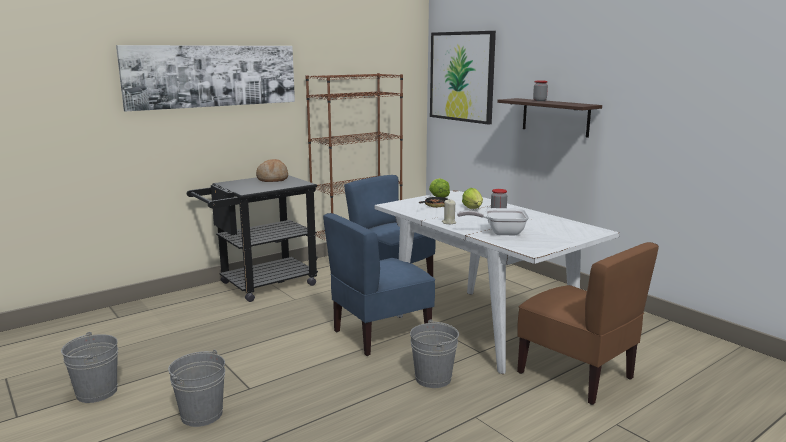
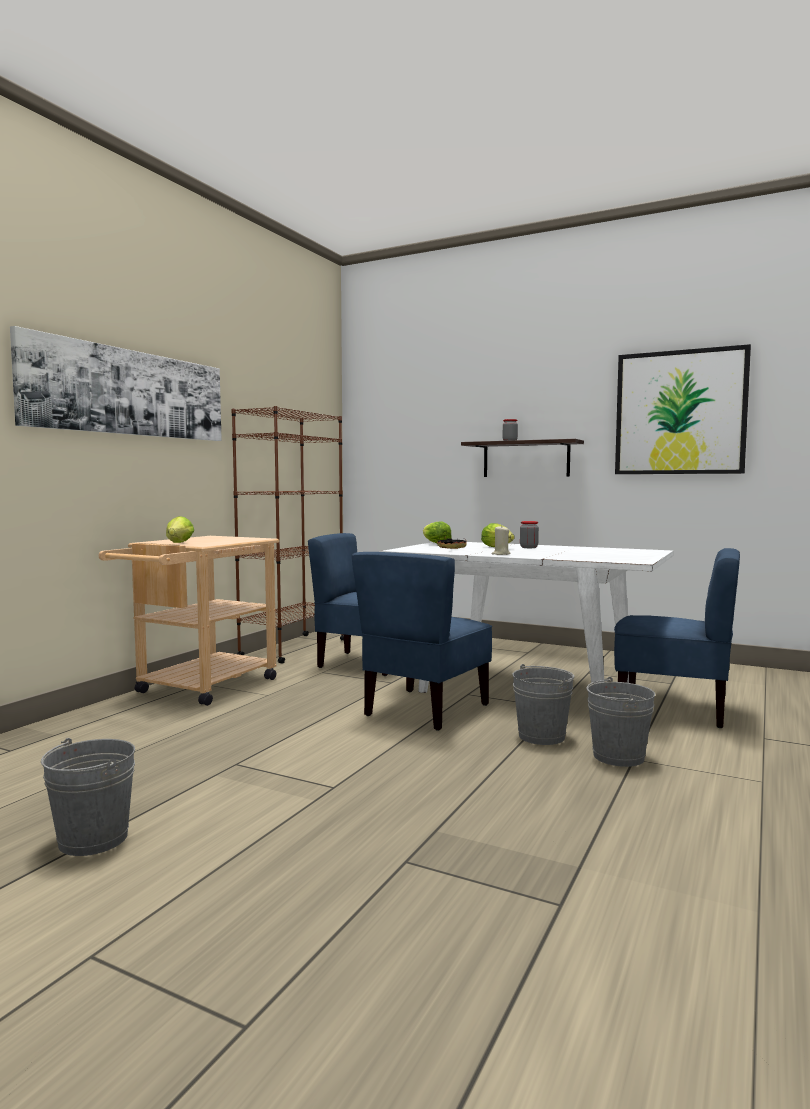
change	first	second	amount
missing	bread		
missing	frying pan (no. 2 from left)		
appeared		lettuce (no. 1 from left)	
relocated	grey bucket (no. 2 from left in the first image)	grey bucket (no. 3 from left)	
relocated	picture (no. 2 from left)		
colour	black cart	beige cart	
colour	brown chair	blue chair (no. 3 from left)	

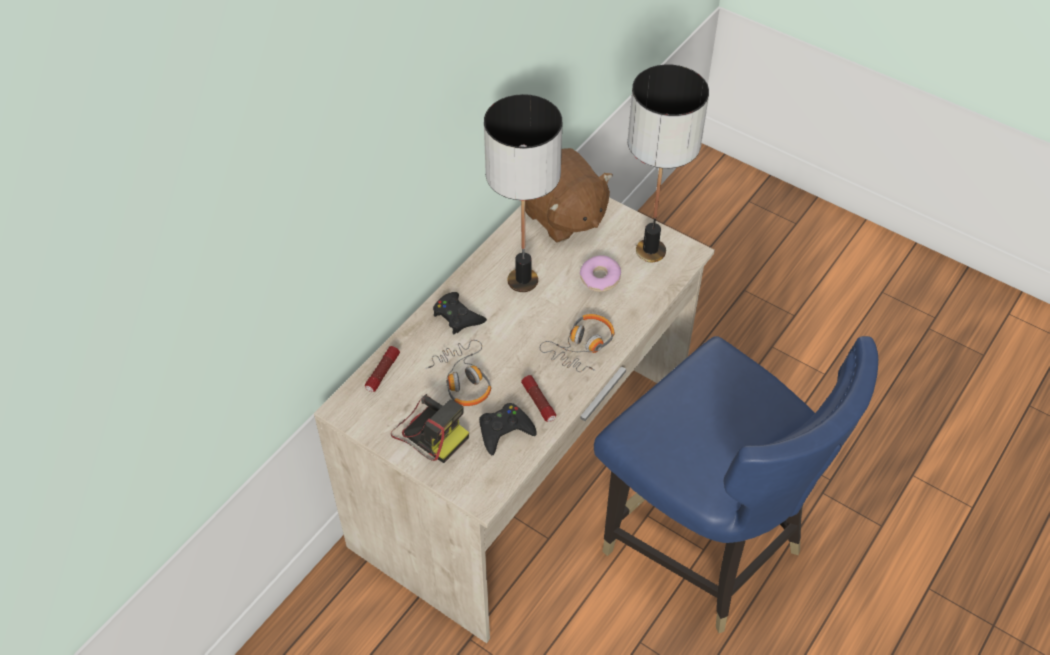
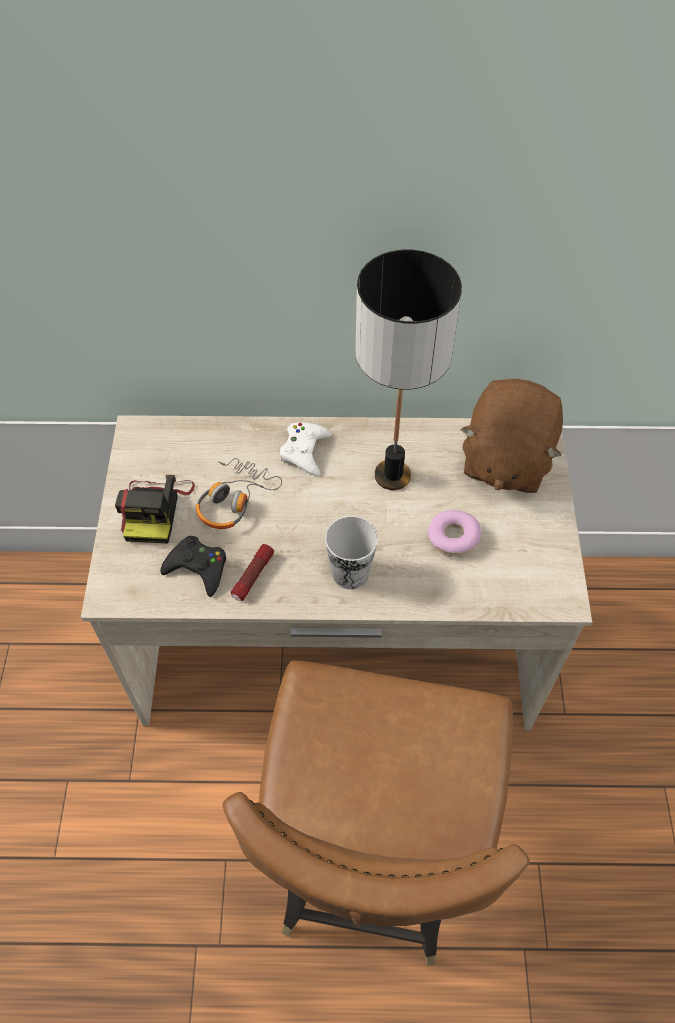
change	first	second	amount
missing	flashlight (no. 1 from left)		
missing	table lamp (no. 2 from left)		
exchanged	headphones (no. 2 from left)	cup	
colour	black game controller (no. 1 from left)	white game controller	
colour	blue chair	brown chair	

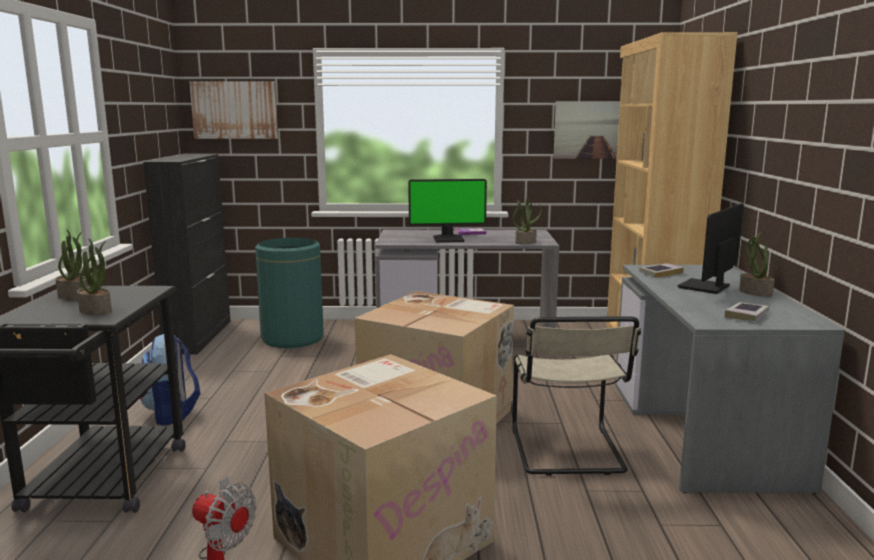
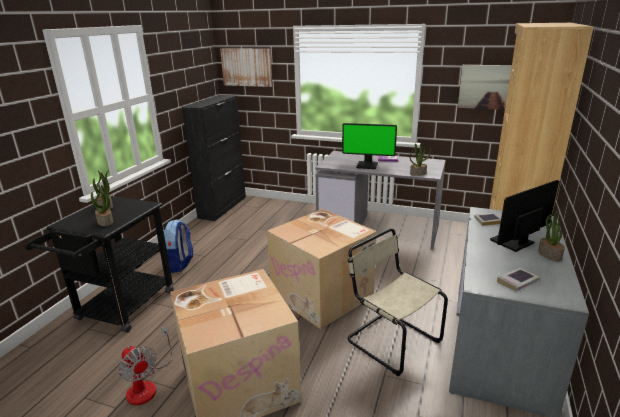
change	first	second	amount
missing	green trash can		
spun	beige chair		120 degrees clockwise

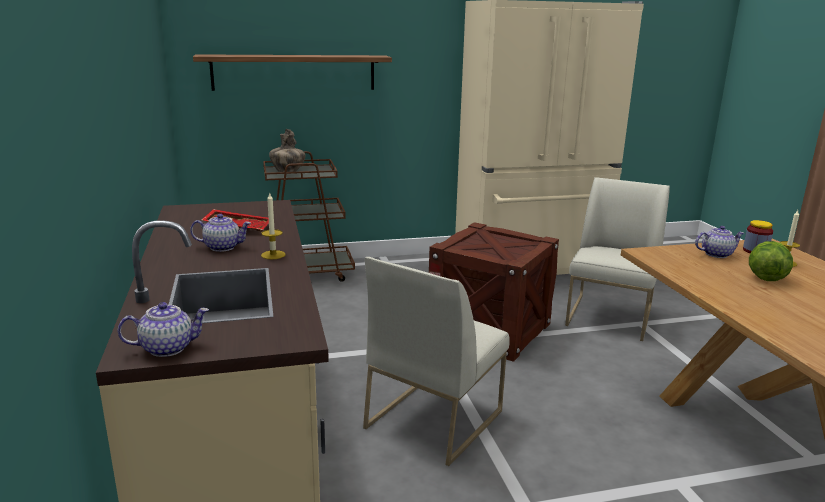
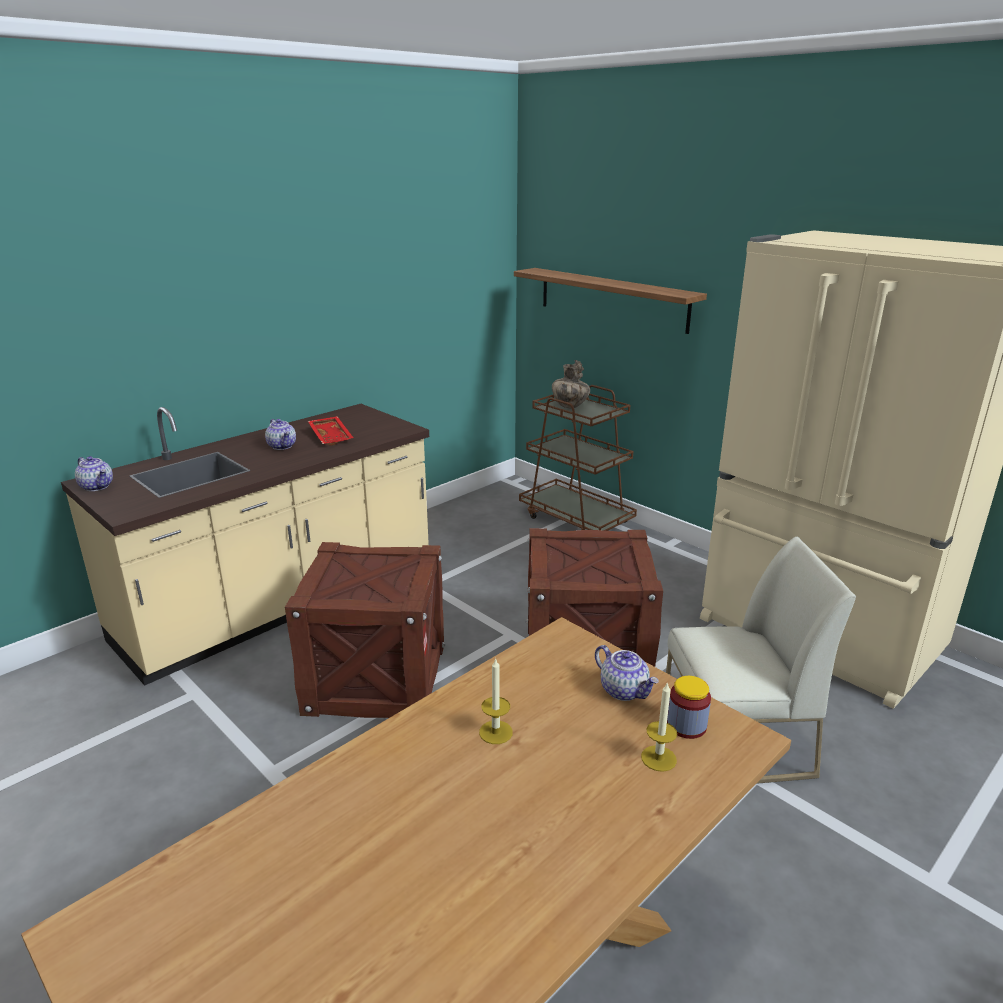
change	first	second	amount
missing	lettuce		
relocated	candle (no. 1 from left)		
exchanged	white chair (no. 1 from left)	crate (no. 1 from left)	

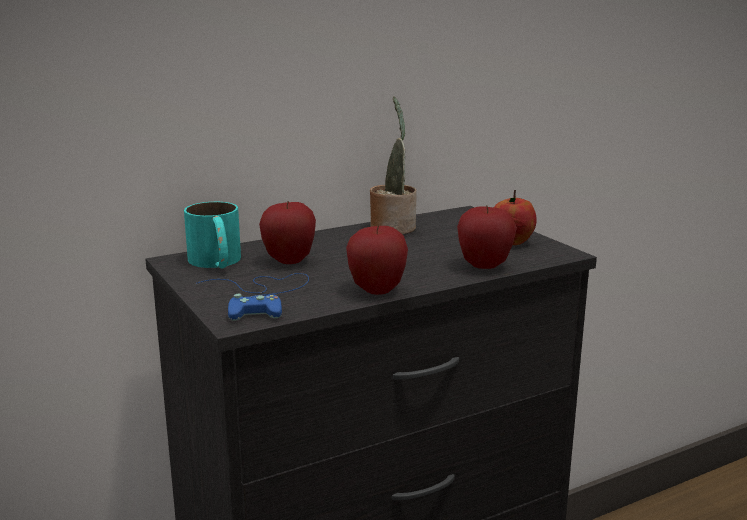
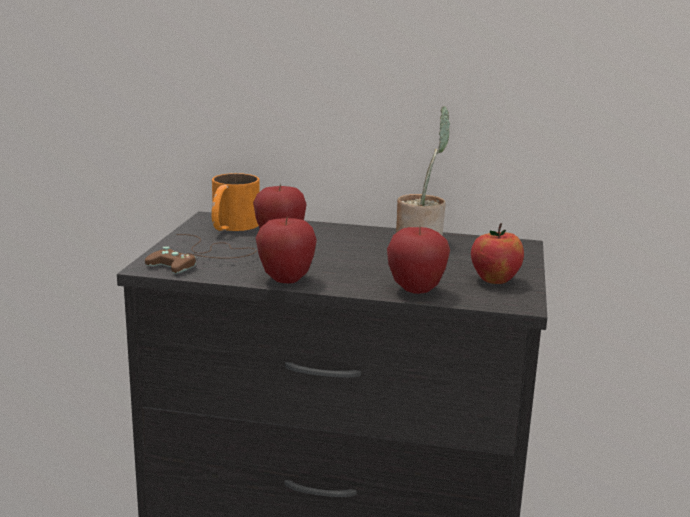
change	first	second	amount
colour	turquoise mug	orange mug	
colour	blue game controller	brown game controller	

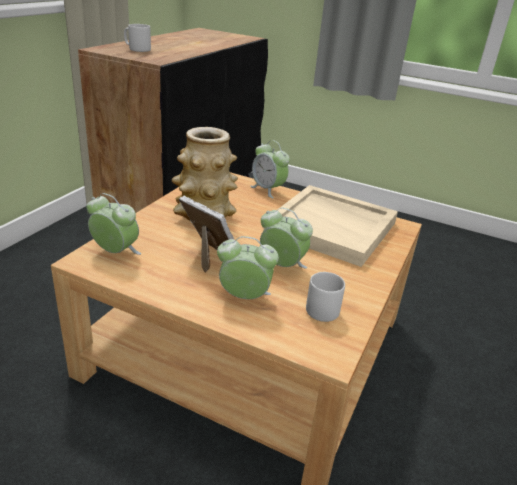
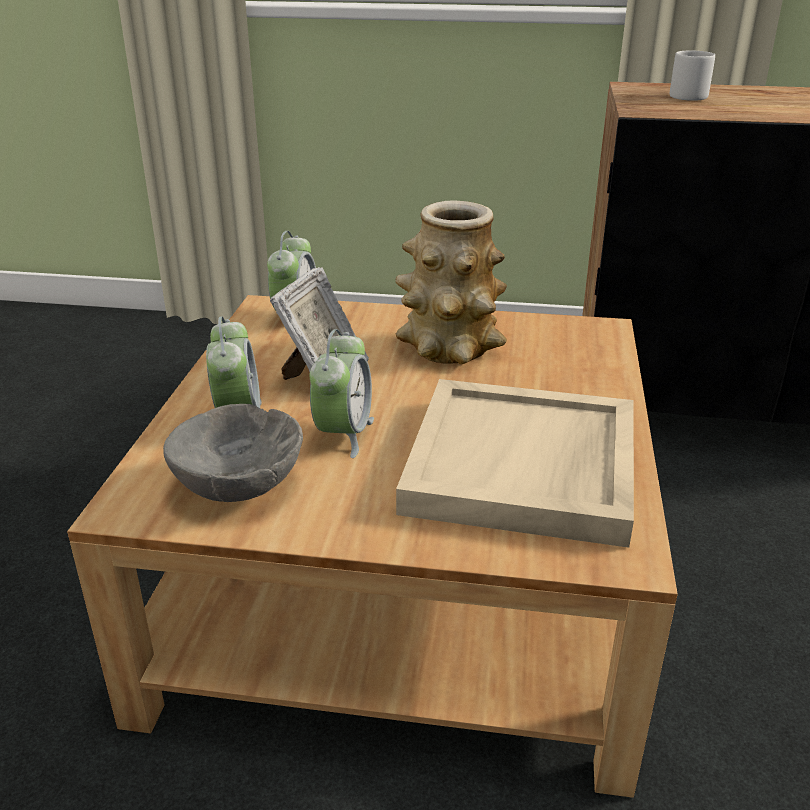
change	first	second	amount
missing	alarm clock (no. 3 from left)		
exchanged	grey mug (no. 2 from left)	grey bowl	

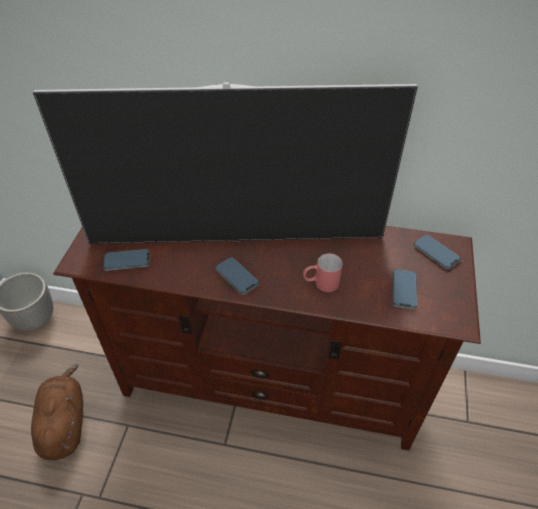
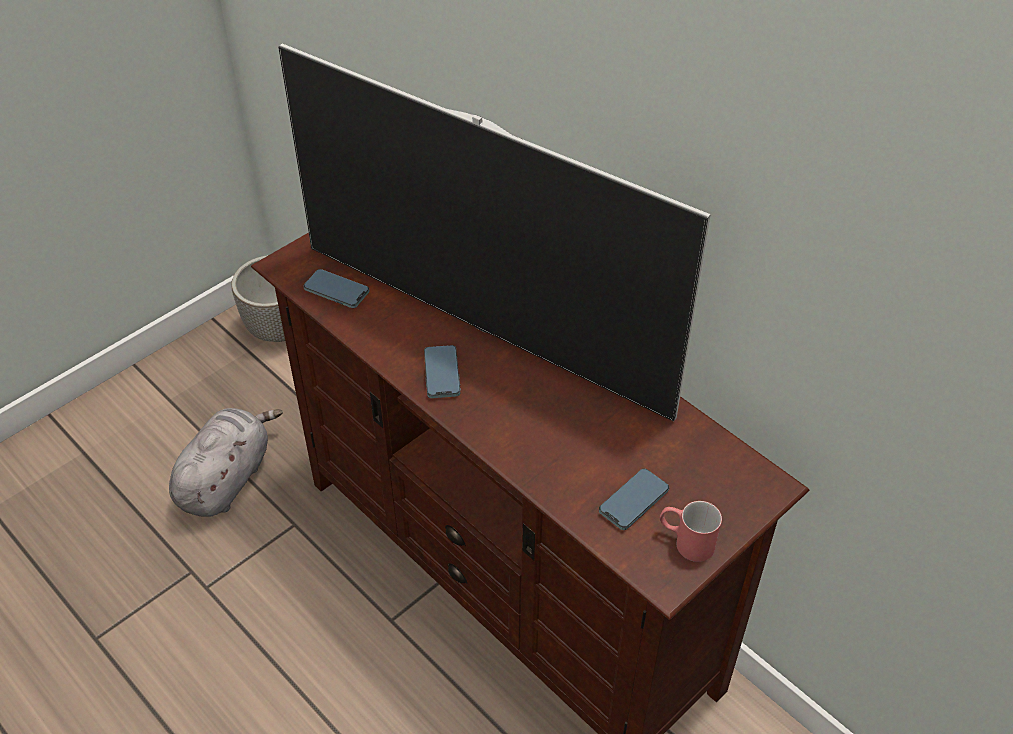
change	first	second	amount
missing	phone (no. 4 from left)		
relocated	red mug		
colour	brown plush toy	grey plush toy	

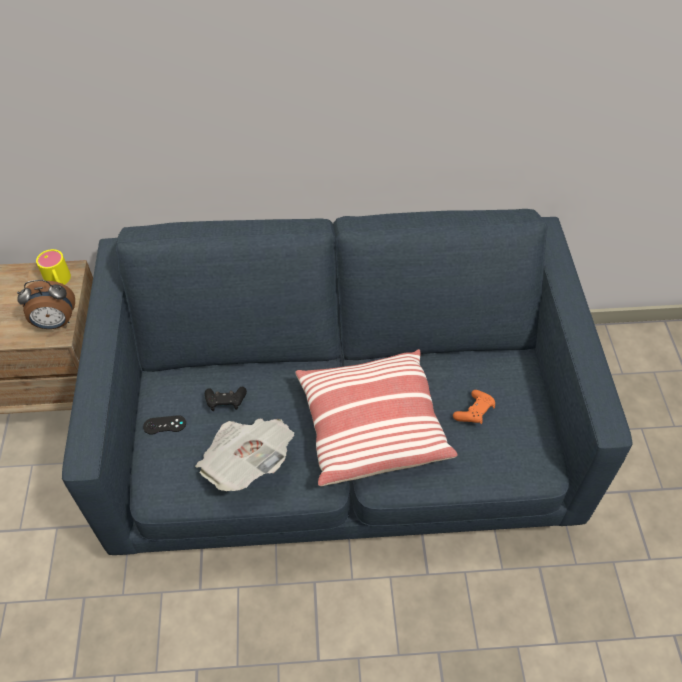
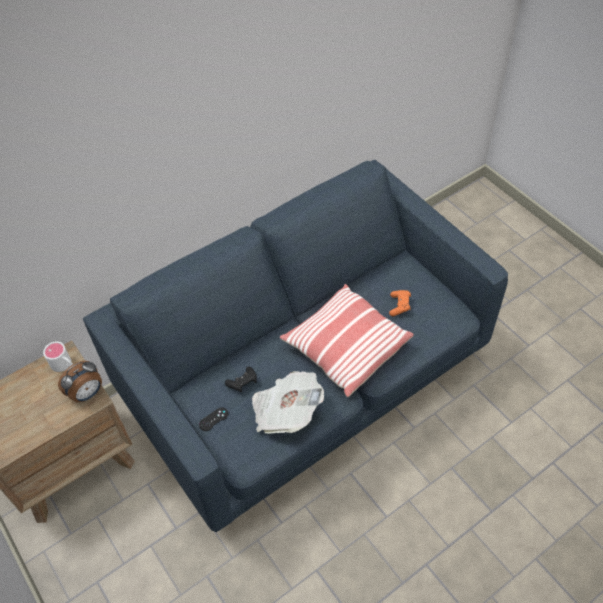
change	first	second	amount
colour	yellow mug	white mug	

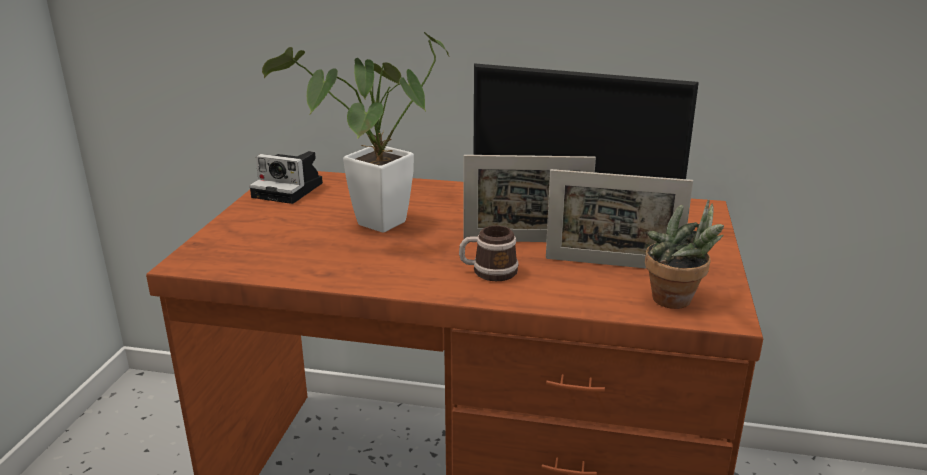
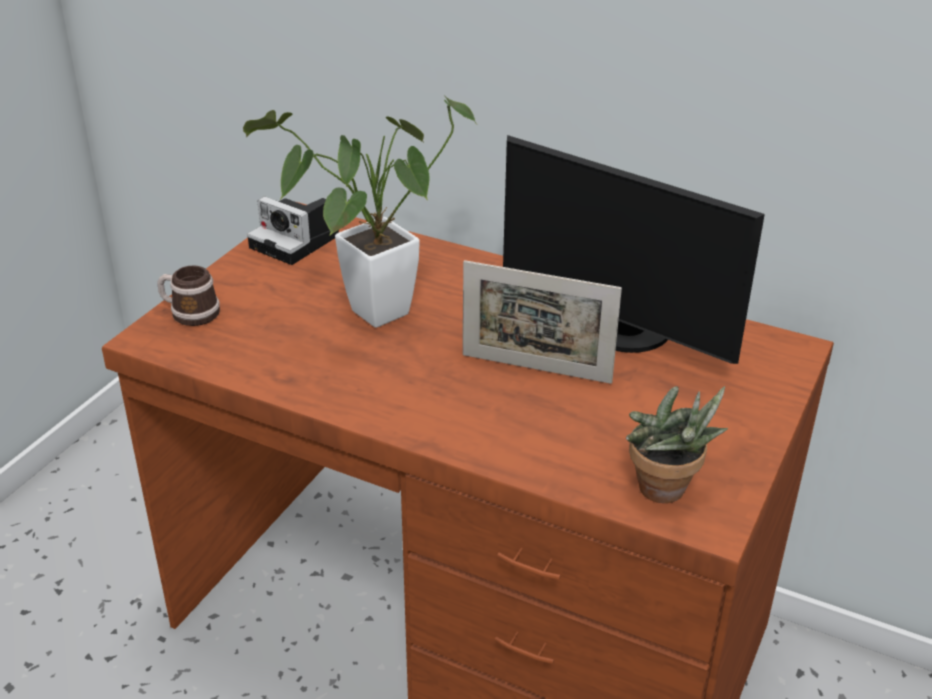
change	first	second	amount
missing	picture frame (no. 2 from left)		
relocated	mug		

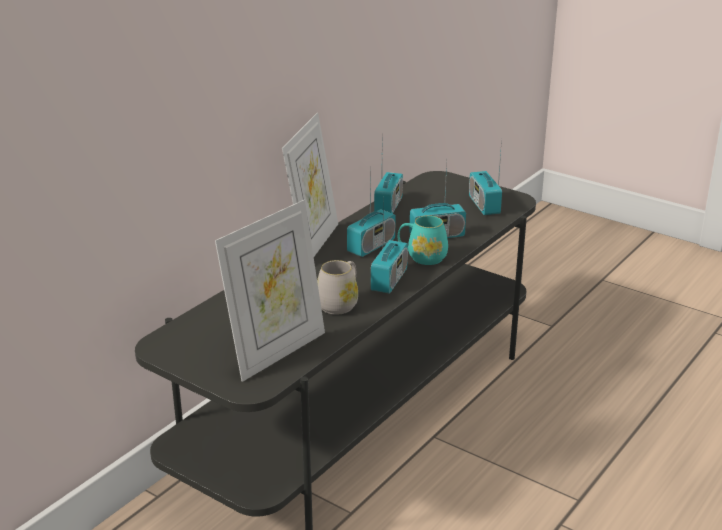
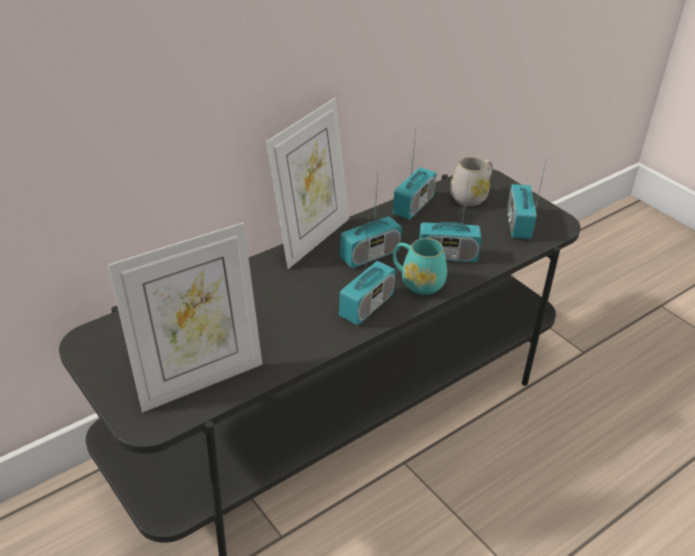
change	first	second	amount
relocated	white mug		

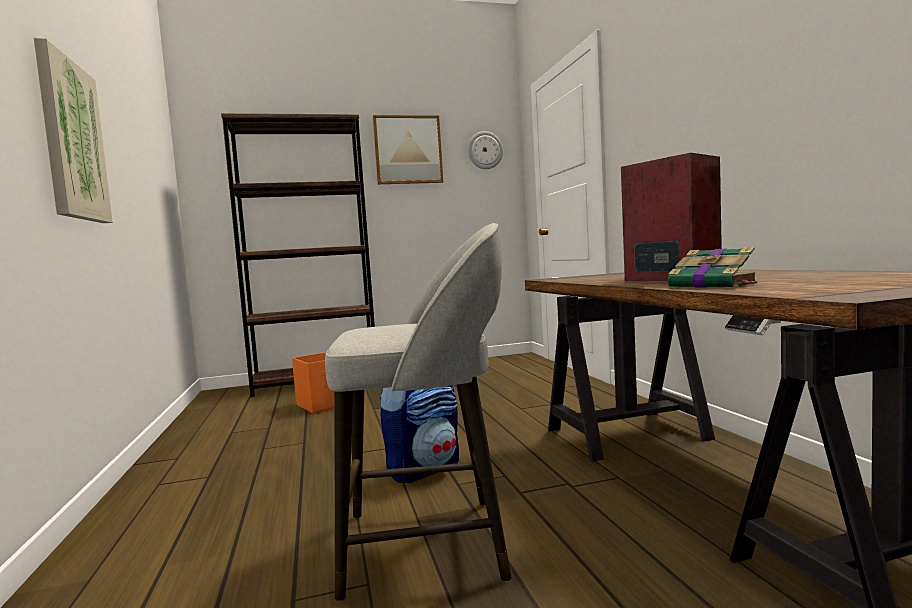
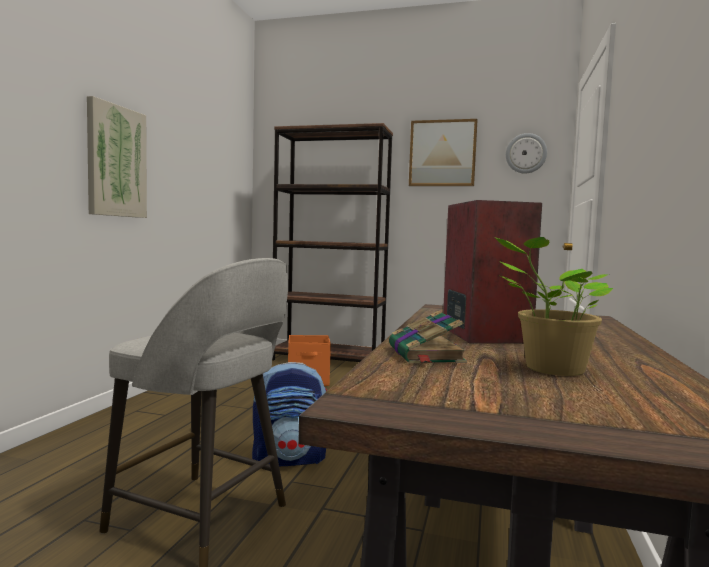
change	first	second	amount
appeared		potted plant	

